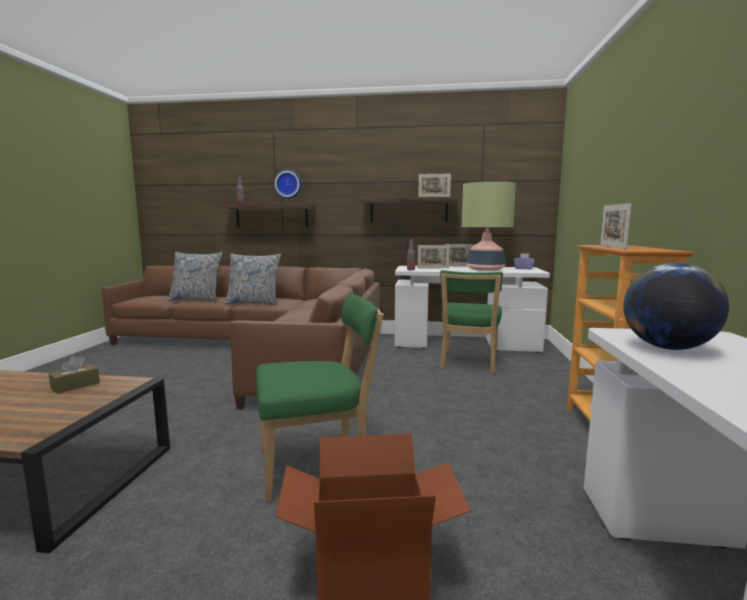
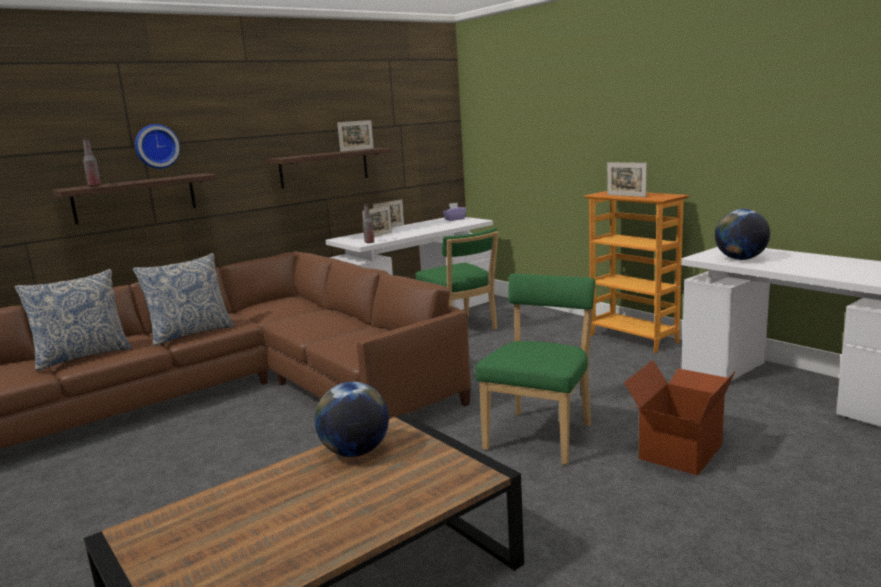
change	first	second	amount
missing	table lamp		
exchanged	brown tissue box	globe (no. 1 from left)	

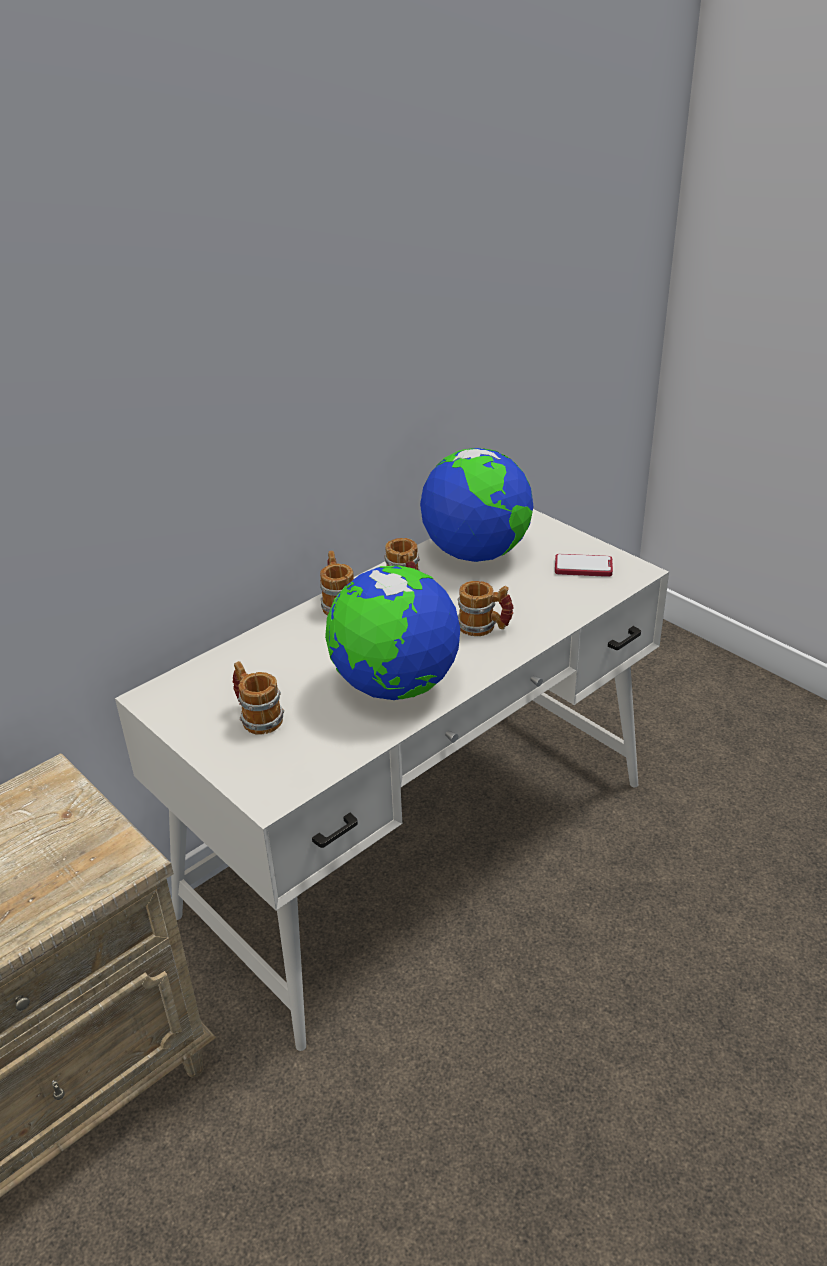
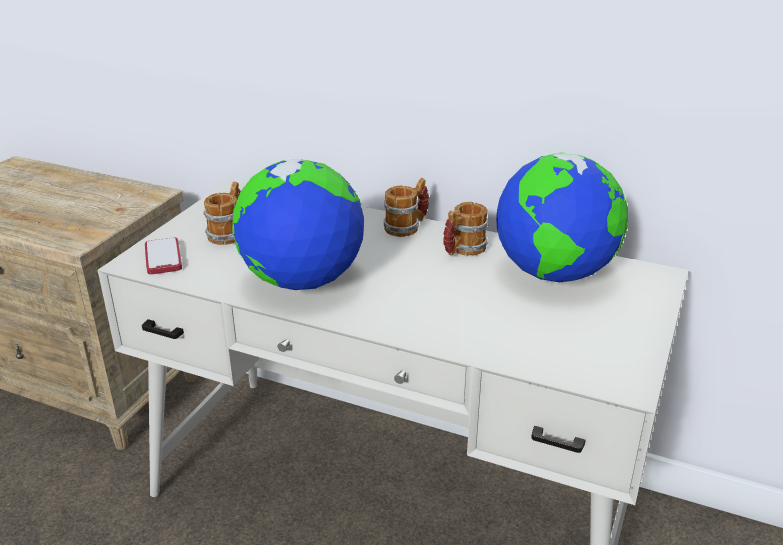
change	first	second	amount
missing	mug (no. 4 from left)		
relocated	phone		

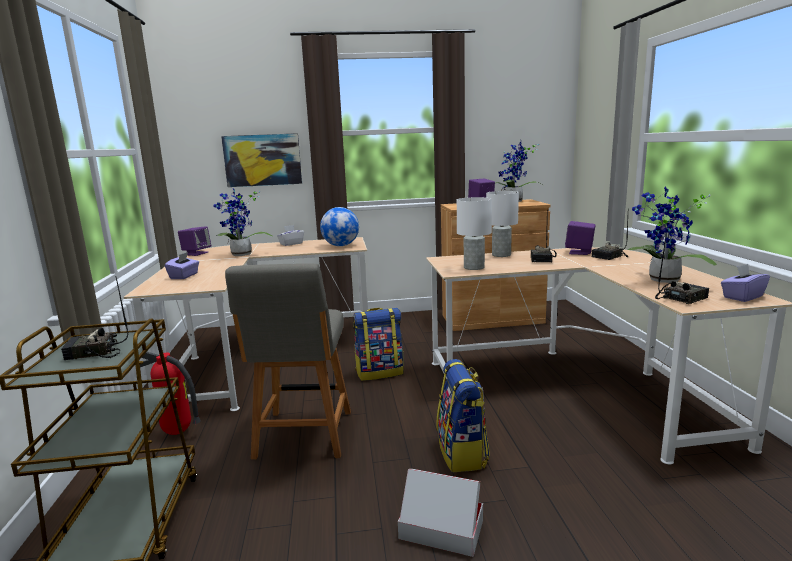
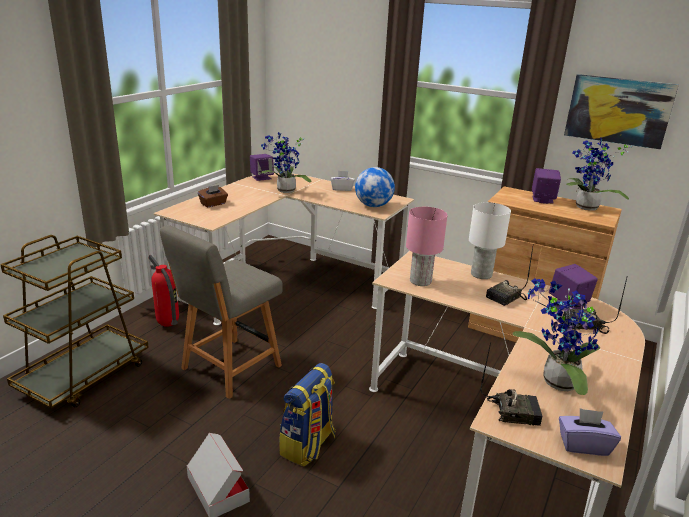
change	first	second	amount
missing	radio (no. 1 from left)		
missing	backpack (no. 1 from left)		
relocated	picture		
colour	purple tissue box (no. 1 from left)	brown tissue box	
colour	white table lamp (no. 1 from left)	pink table lamp	

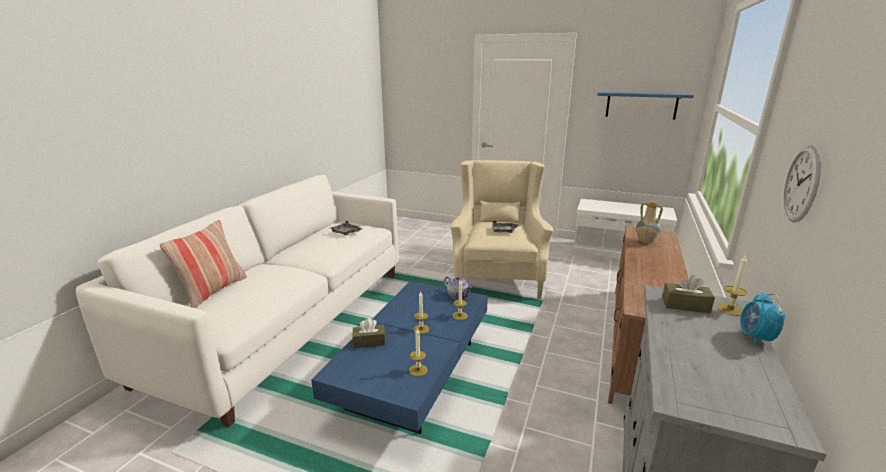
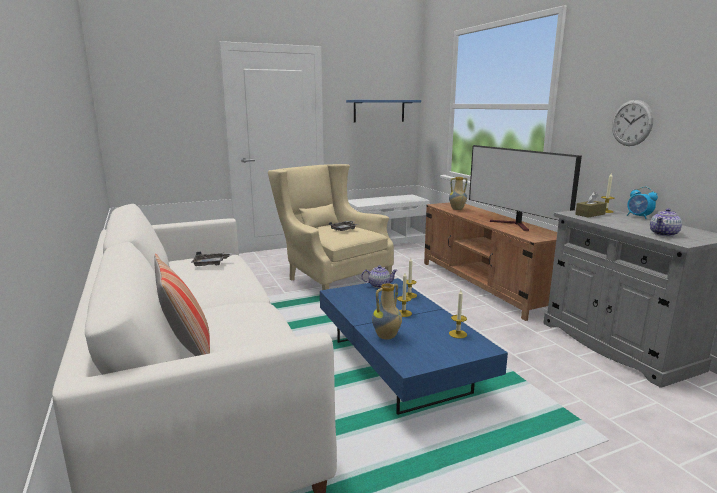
change	first	second	amount
appeared		television	
appeared		teapot (no. 2 from left)	
exchanged	brown tissue box (no. 1 from left)	vase (no. 1 from left)	

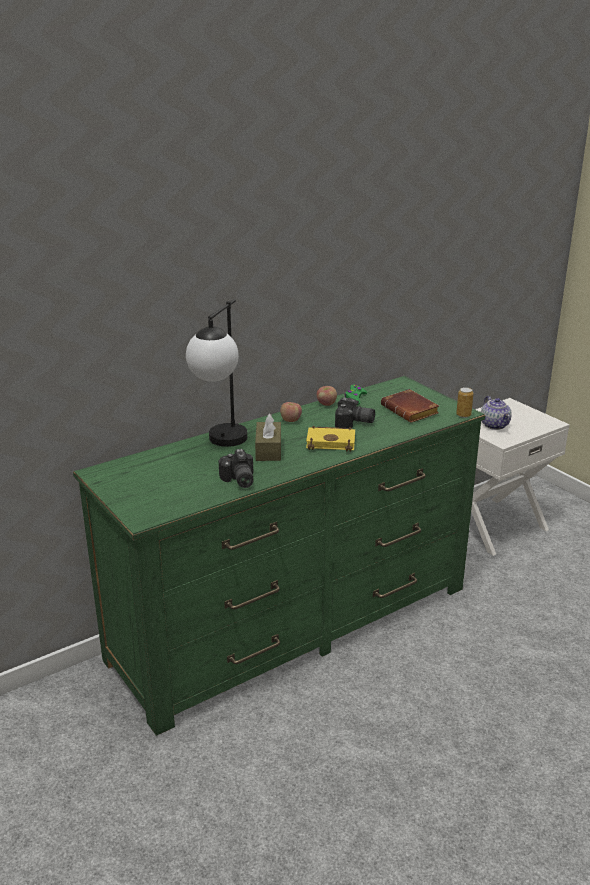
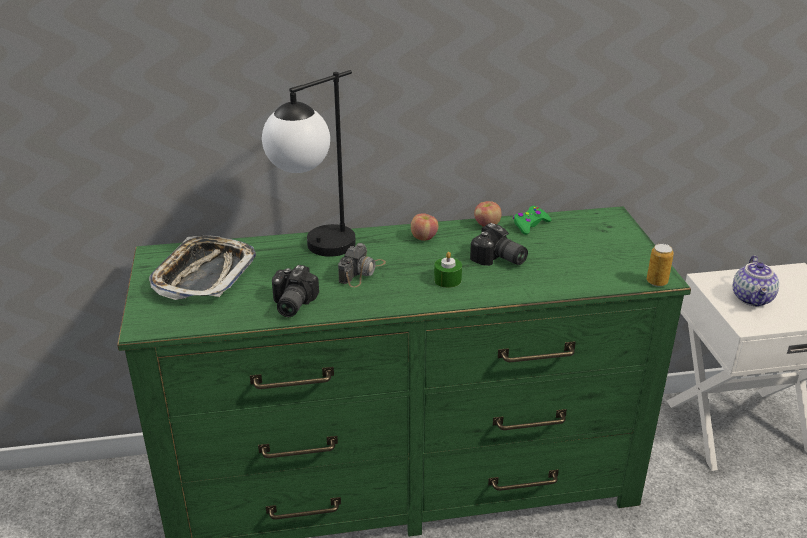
change	first	second	amount
missing	brown book		
appeared		tray	
exchanged	brown tissue box	photo camera (no. 2 from left)	
exchanged	yellow book	green candle	

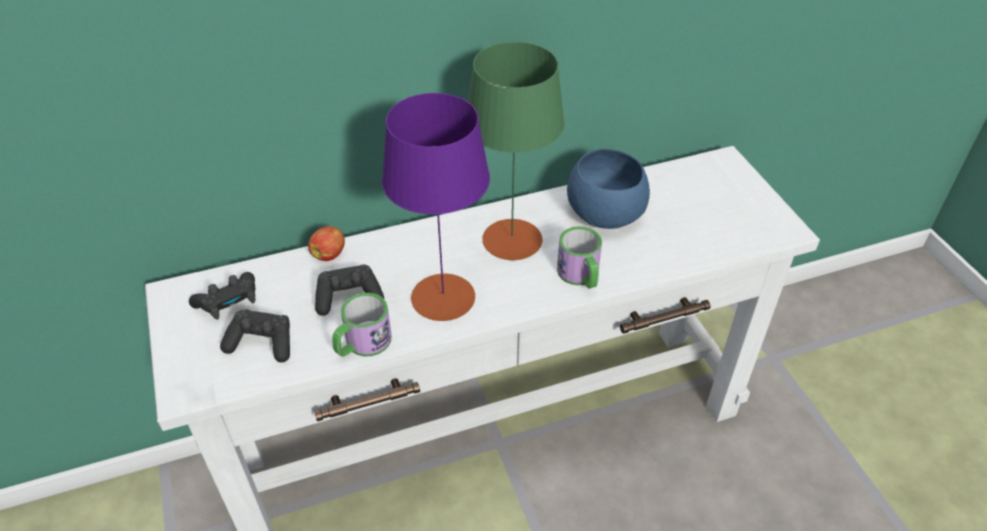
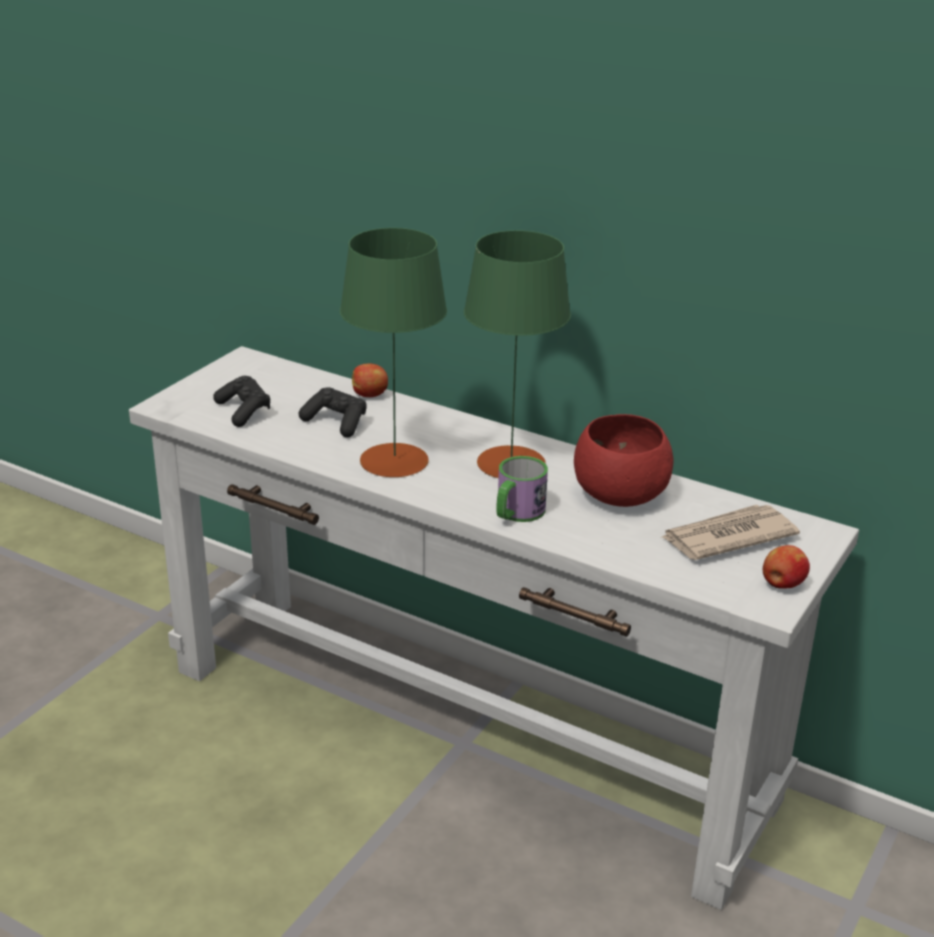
change	first	second	amount
missing	black game controller (no. 1 from left)		
missing	mug (no. 1 from left)		
appeared		newspaper	
appeared		apple (no. 2 from left)	
colour	purple table lamp	green table lamp (no. 1 from left)	
colour	blue bowl	red bowl	

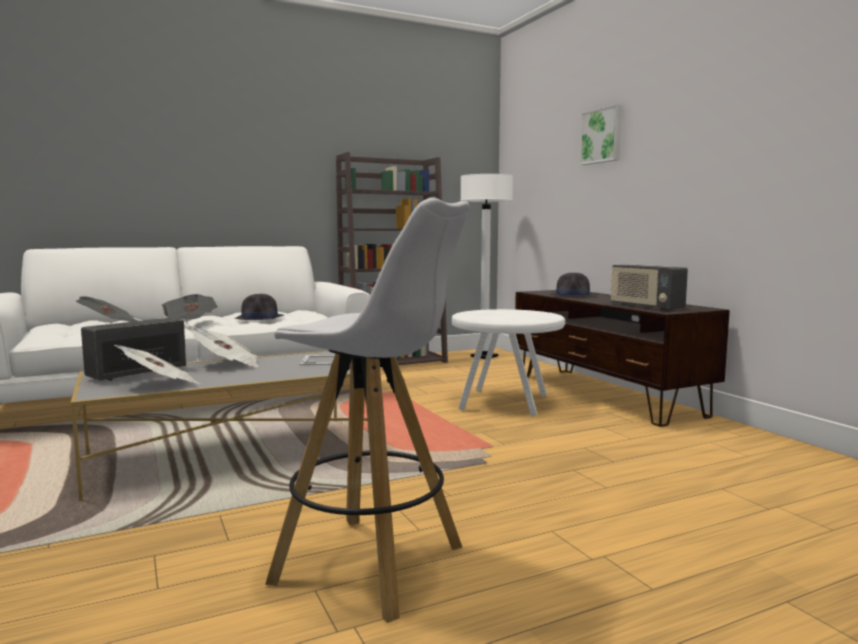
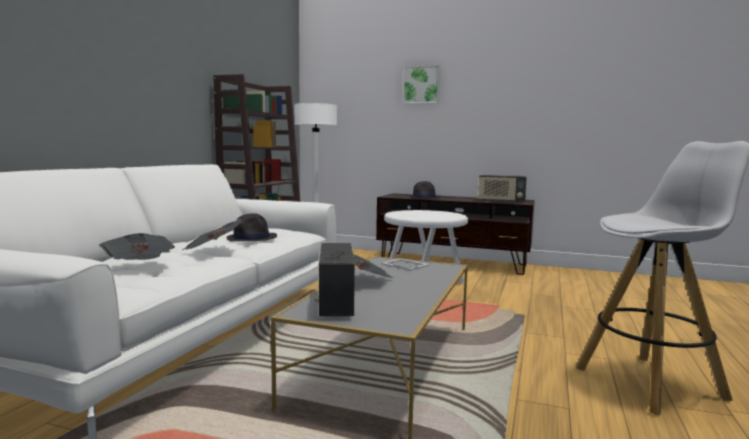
change	first	second	amount
missing	newspaper (no. 2 from left)		

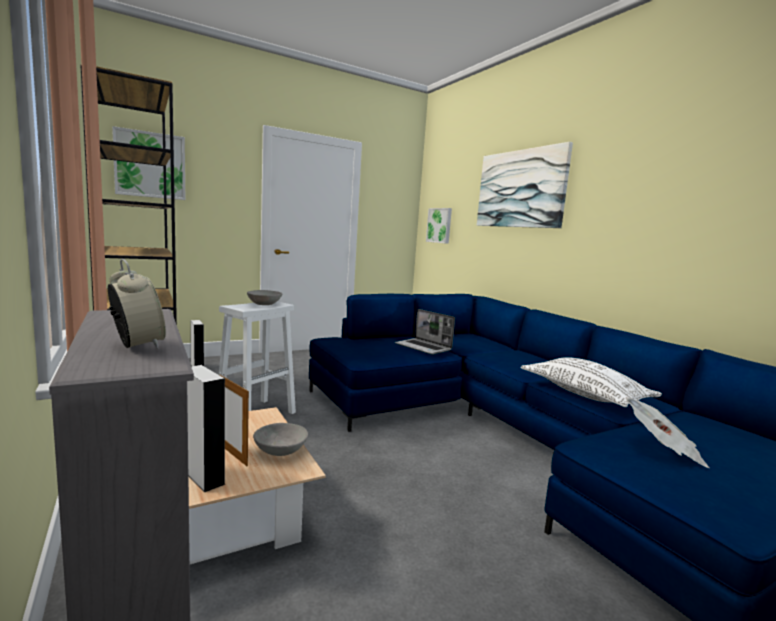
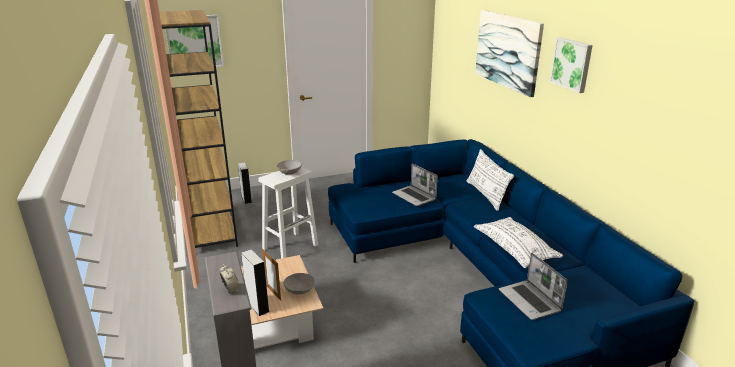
change	first	second	amount
appeared		white pillow (no. 1 from left)	
relocated	picture (no. 2 from left in the first image)	picture (no. 3 from left)	
exchanged	newspaper	laptop (no. 2 from left)	

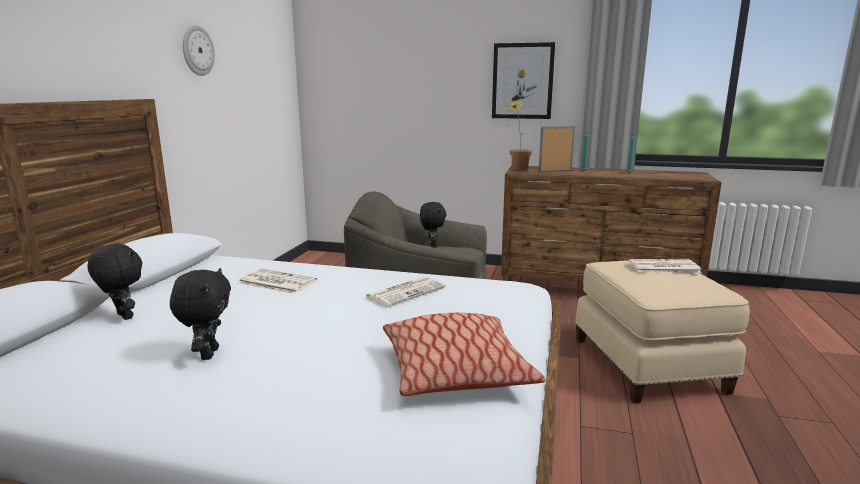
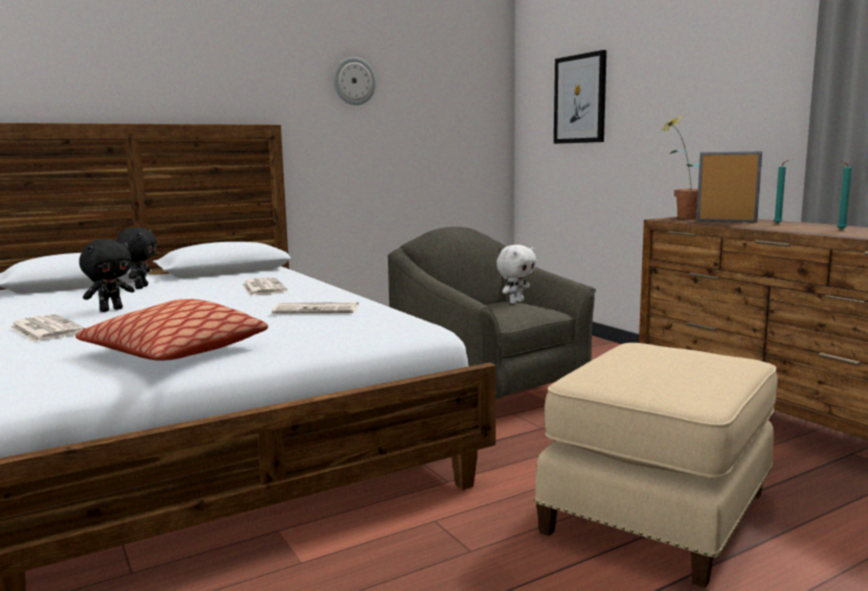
change	first	second	amount
relocated	picture		
relocated	newspaper (no. 3 from left in the first image)	newspaper (no. 1 from left)	
colour	black plush toy (no. 3 from left)	white plush toy	

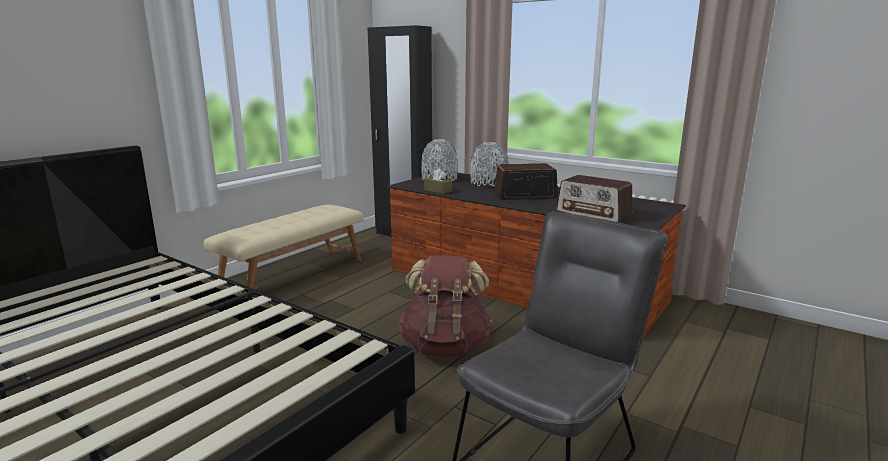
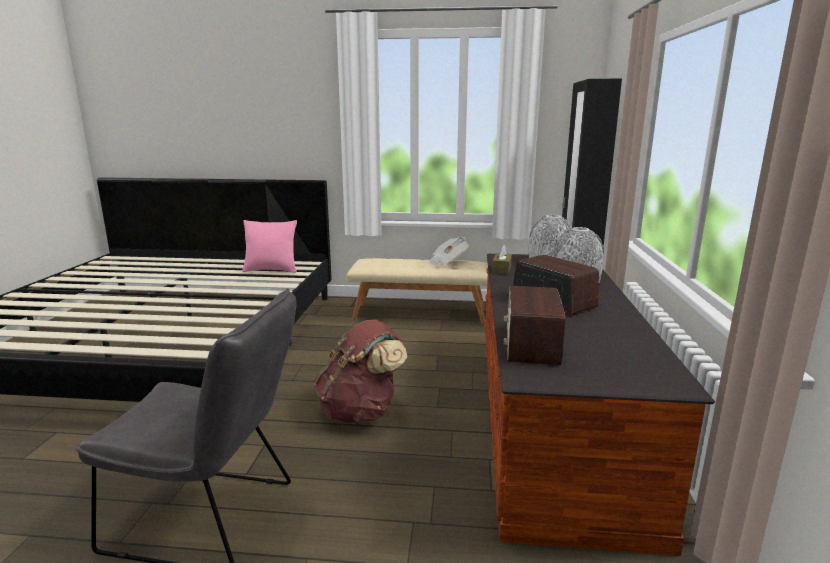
change	first	second	amount
appeared		pink pillow	
appeared		newspaper	

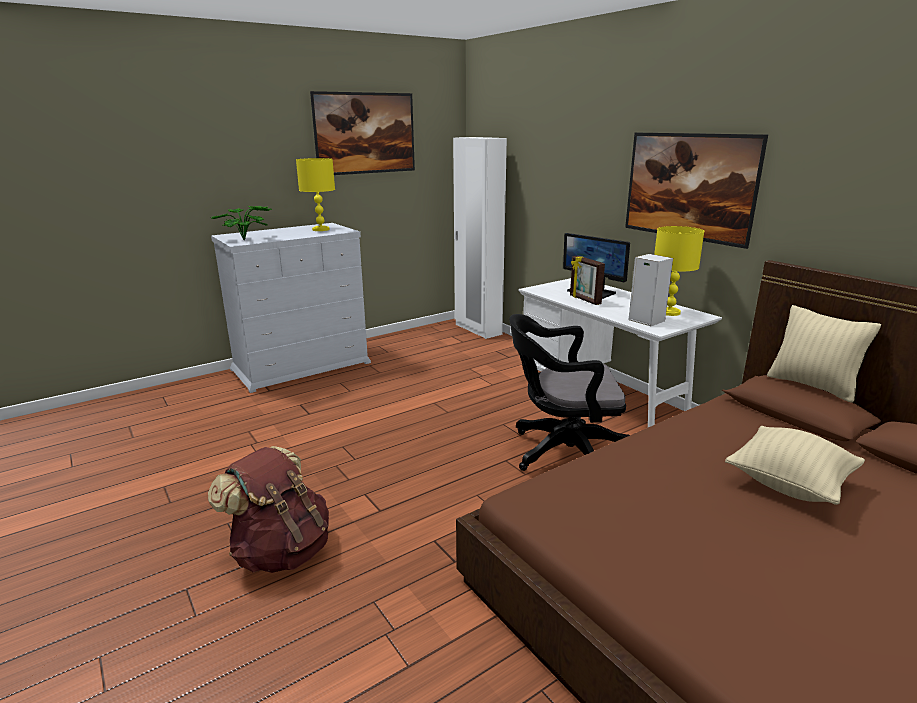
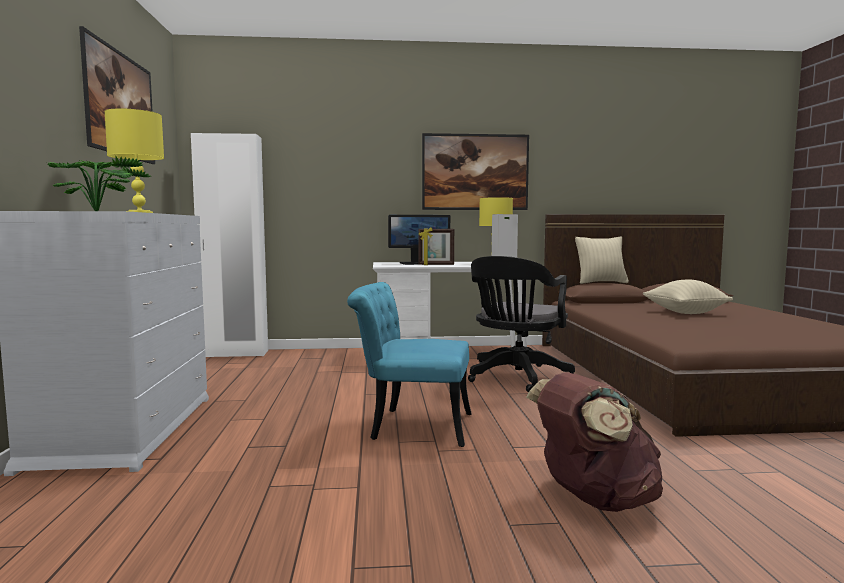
change	first	second	amount
appeared		turquoise chair	

